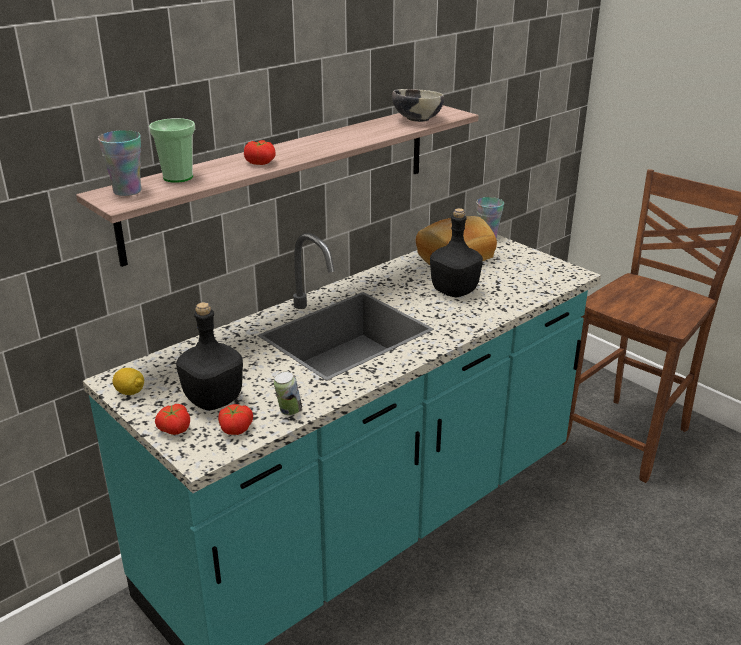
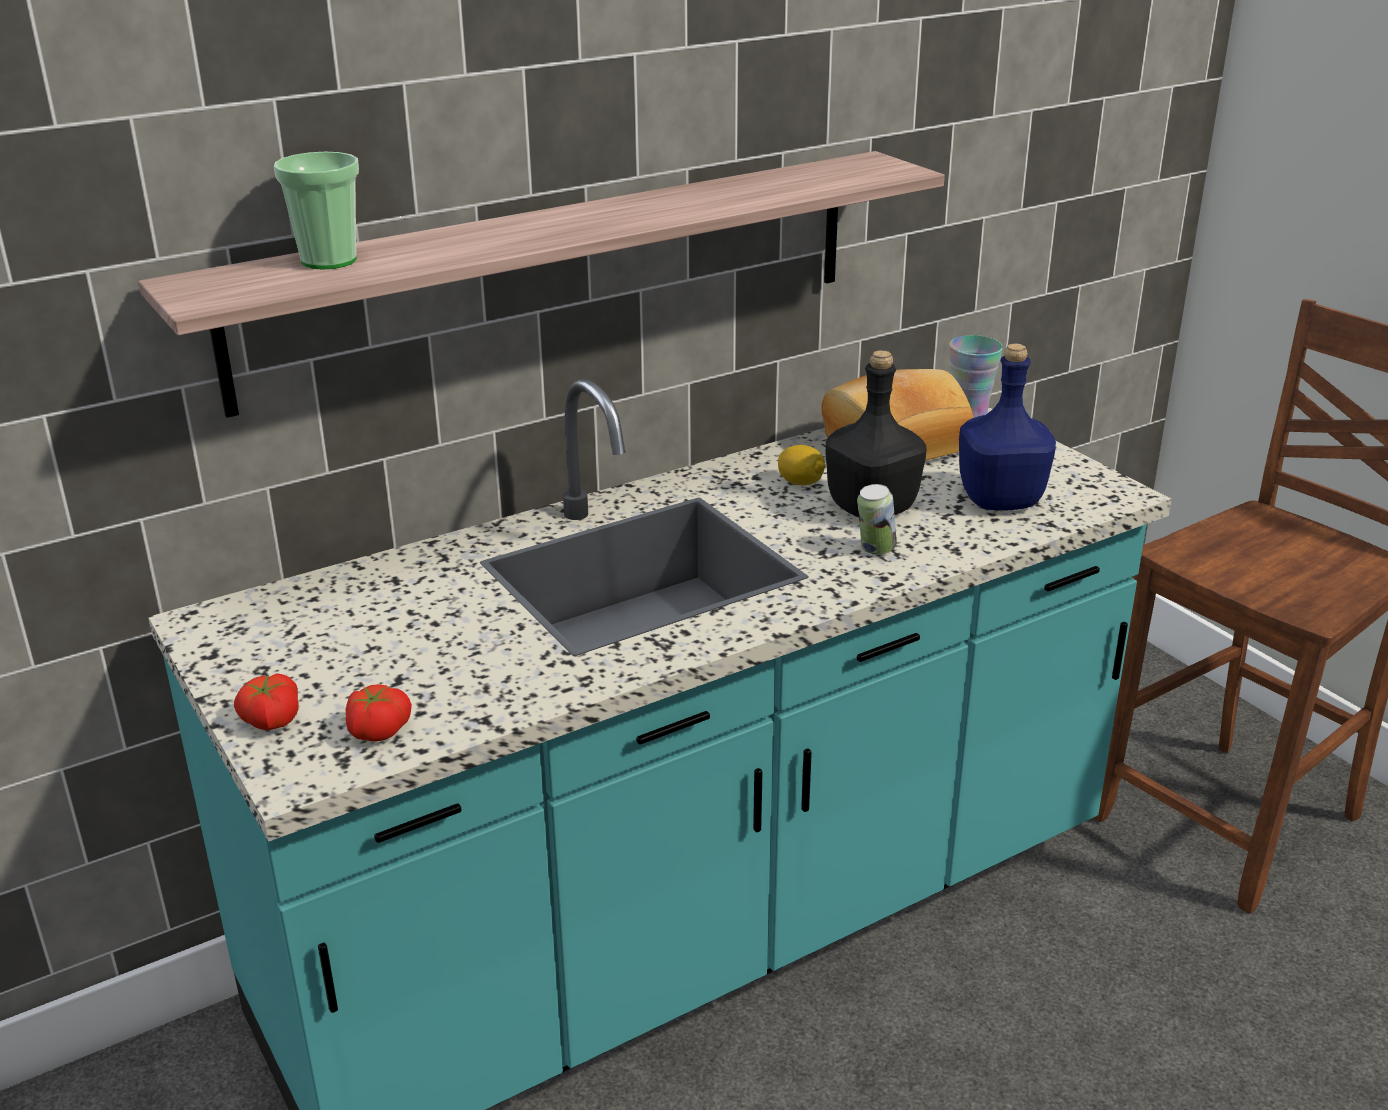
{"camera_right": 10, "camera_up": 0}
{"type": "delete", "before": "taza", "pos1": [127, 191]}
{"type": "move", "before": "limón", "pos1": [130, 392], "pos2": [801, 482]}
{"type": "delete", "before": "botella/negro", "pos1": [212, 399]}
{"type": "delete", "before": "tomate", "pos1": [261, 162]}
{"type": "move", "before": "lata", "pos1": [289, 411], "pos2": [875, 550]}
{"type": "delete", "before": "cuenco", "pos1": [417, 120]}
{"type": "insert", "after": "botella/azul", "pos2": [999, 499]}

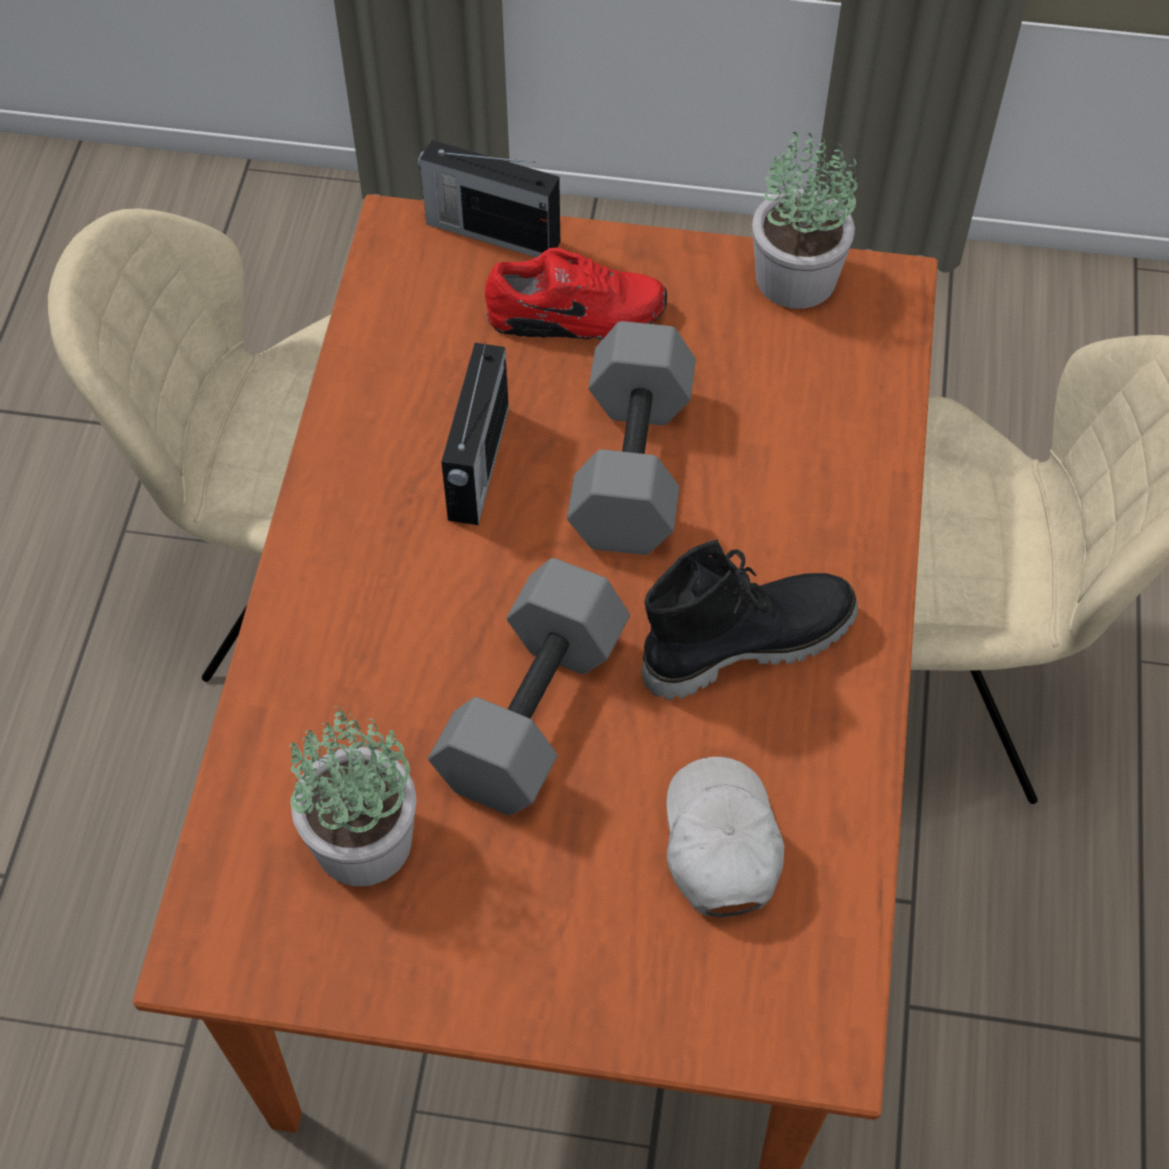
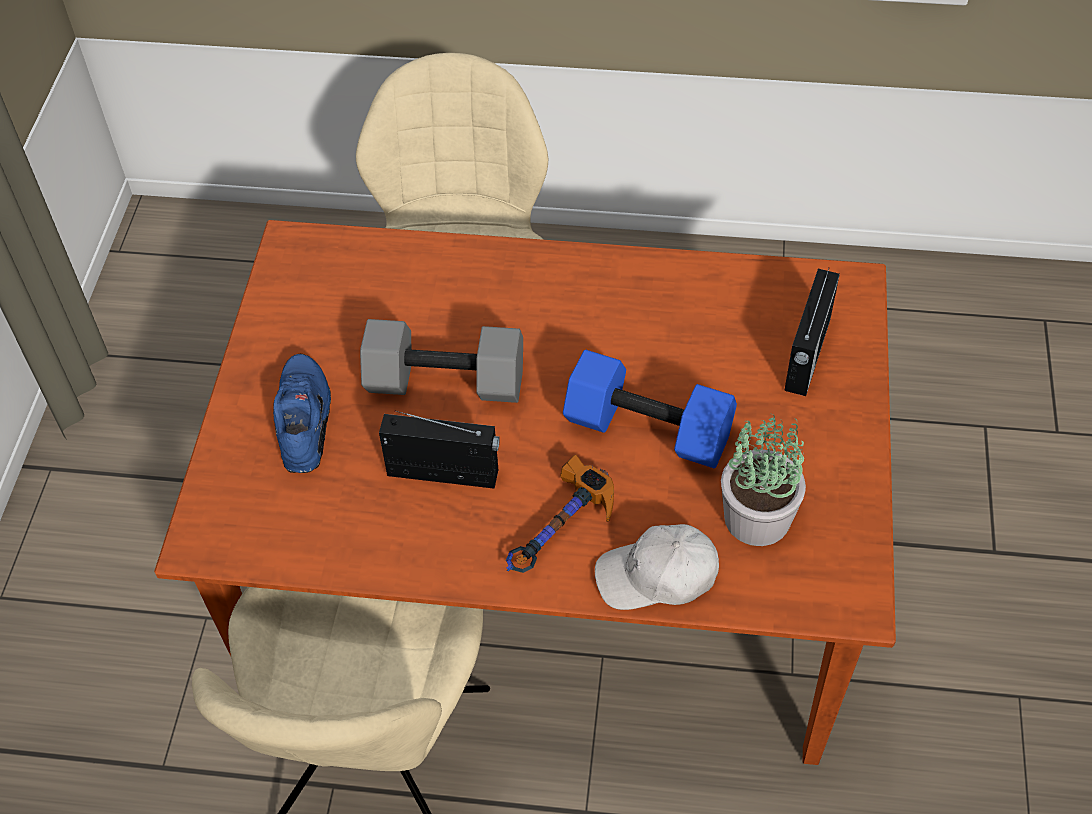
{"camera_right": -90, "camera_up": -5}
{"type": "move", "before": "radio", "pos1": [490, 231], "pos2": [806, 356]}
{"type": "recolor", "before": "mancuerna/gris", "after": "mancuerna/azul", "pos1": [530, 707], "pos2": [646, 431]}
{"type": "recolor", "before": "zapato/rojo", "after": "zapato/azul", "pos1": [576, 317], "pos2": [306, 419]}
{"type": "delete", "before": "bota/negro", "pos1": [746, 642]}
{"type": "move", "before": "gorra/blanco", "pos1": [721, 844], "pos2": [657, 576]}
{"type": "delete", "before": "planta en maceta", "pos1": [795, 279]}
{"type": "insert", "after": "martillo", "pos2": [559, 533]}

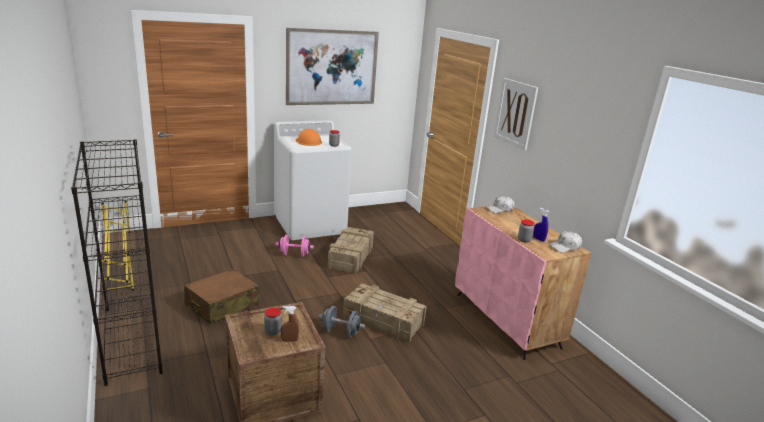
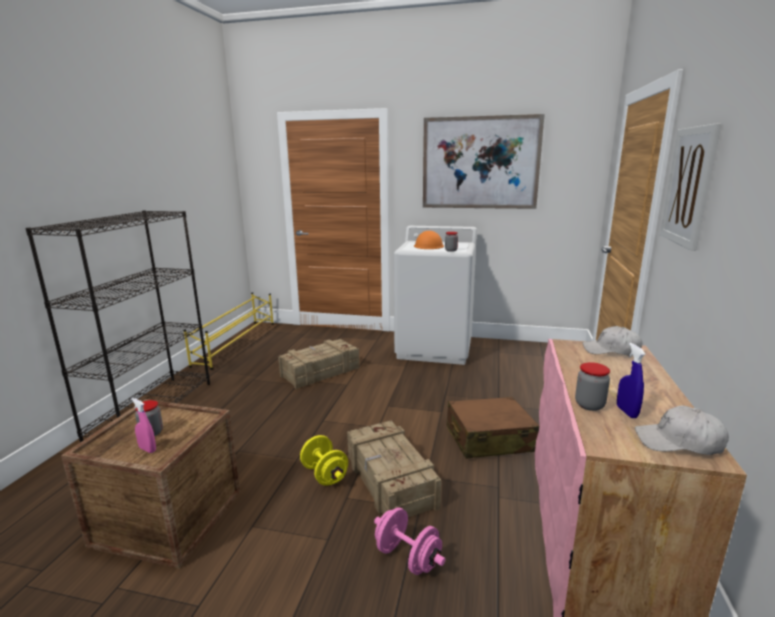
{"camera_right": 40, "camera_up": -5}
{"type": "move", "before": "maleta/marrón", "pos1": [222, 305], "pos2": [489, 439]}
{"type": "move", "before": "mancuerna/rosa", "pos1": [294, 254], "pos2": [407, 557]}
{"type": "recolor", "before": "pulverizador/marrón", "after": "pulverizador/rosa", "pos1": [289, 340], "pos2": [147, 449]}
{"type": "recolor", "before": "mancuerna/gris", "after": "mancuerna/amarillo", "pos1": [341, 332], "pos2": [324, 474]}
{"type": "move", "before": "caja de embalaje", "pos1": [350, 257], "pos2": [319, 372]}

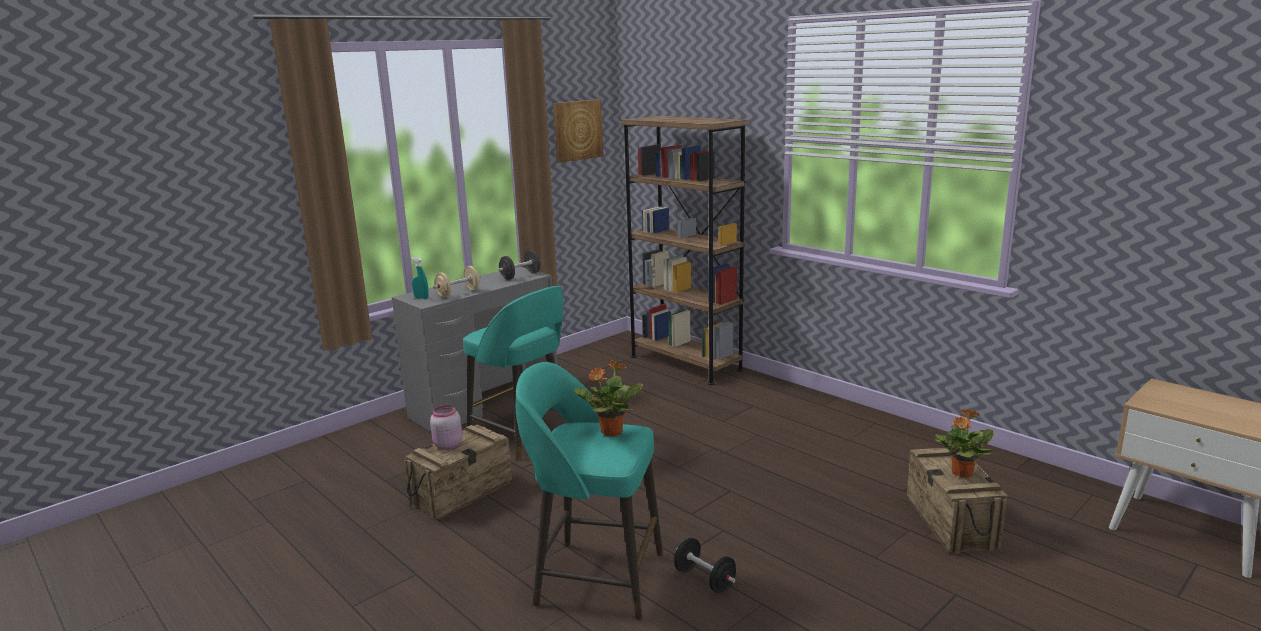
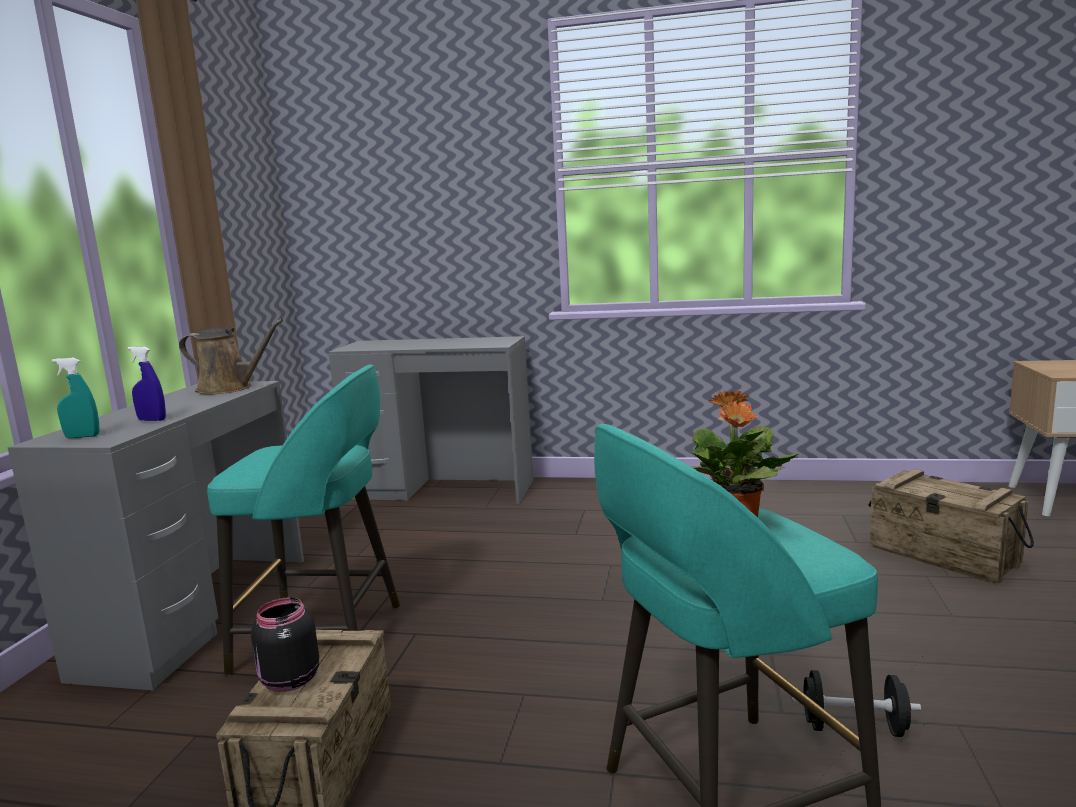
{"camera_right": -35, "camera_up": -5}
{"type": "recolor", "before": "tarro/rosa", "after": "tarro/negro", "pos1": [447, 445], "pos2": [288, 681]}
{"type": "replace", "before": "mancuerna/beis", "after": "pulverizador/azul", "pos1": [458, 293], "pos2": [152, 420]}
{"type": "replace", "before": "mancuerna/negro", "after": "regadera/marrón", "pos1": [520, 276], "pos2": [229, 388]}
{"type": "delete", "before": "cuadro", "pos1": [577, 130]}
{"type": "replace", "before": "estantería/marrón", "after": "escritorio/gris", "pos1": [685, 363], "pos2": [442, 490]}
{"type": "delete", "before": "planta en maceta", "pos1": [961, 473]}

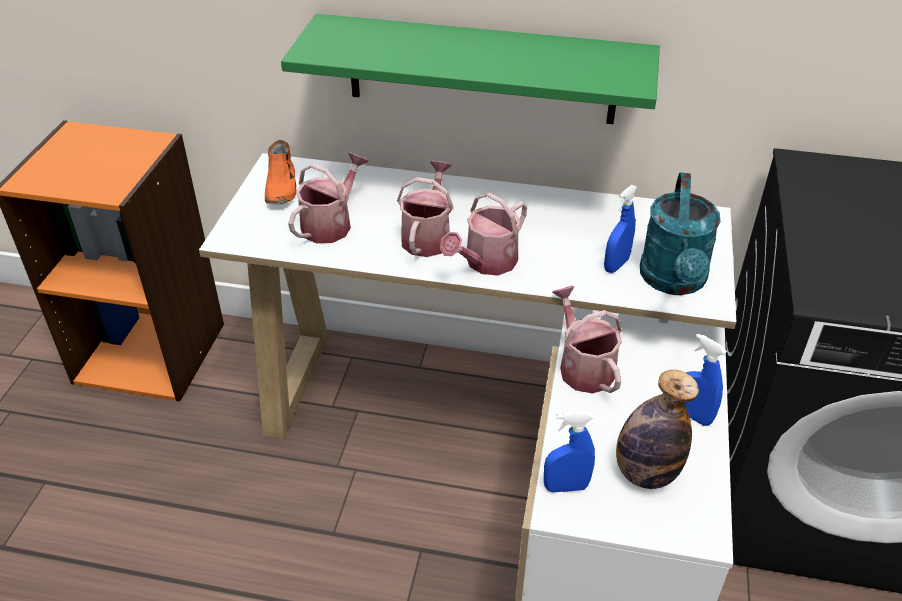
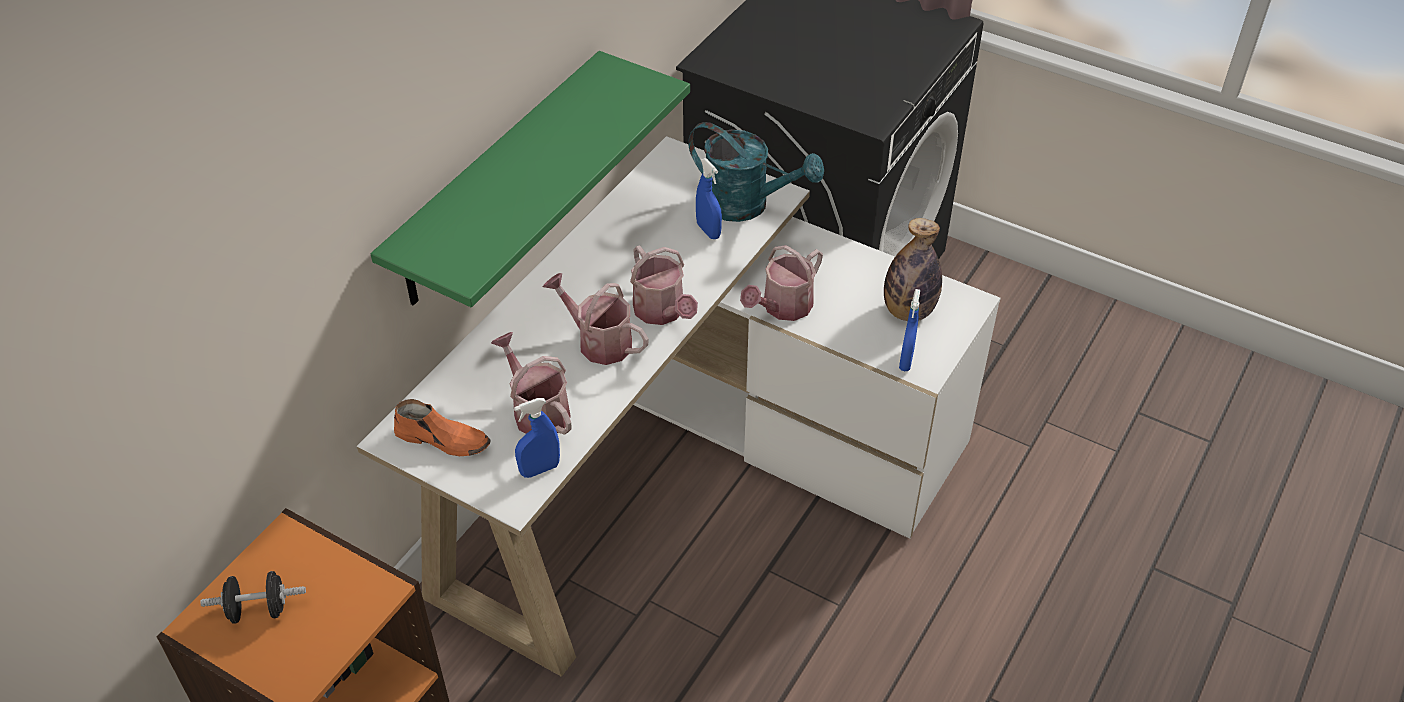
{"camera_right": -70, "camera_up": 5}
{"type": "rotate", "before": "regadera", "pos1": [583, 366], "pos2": [782, 308], "turn": -45}
{"type": "move", "before": "pulverizador/azul", "pos1": [692, 415], "pos2": [540, 469]}
{"type": "insert", "after": "mancuerna/negro", "pos2": [258, 610]}

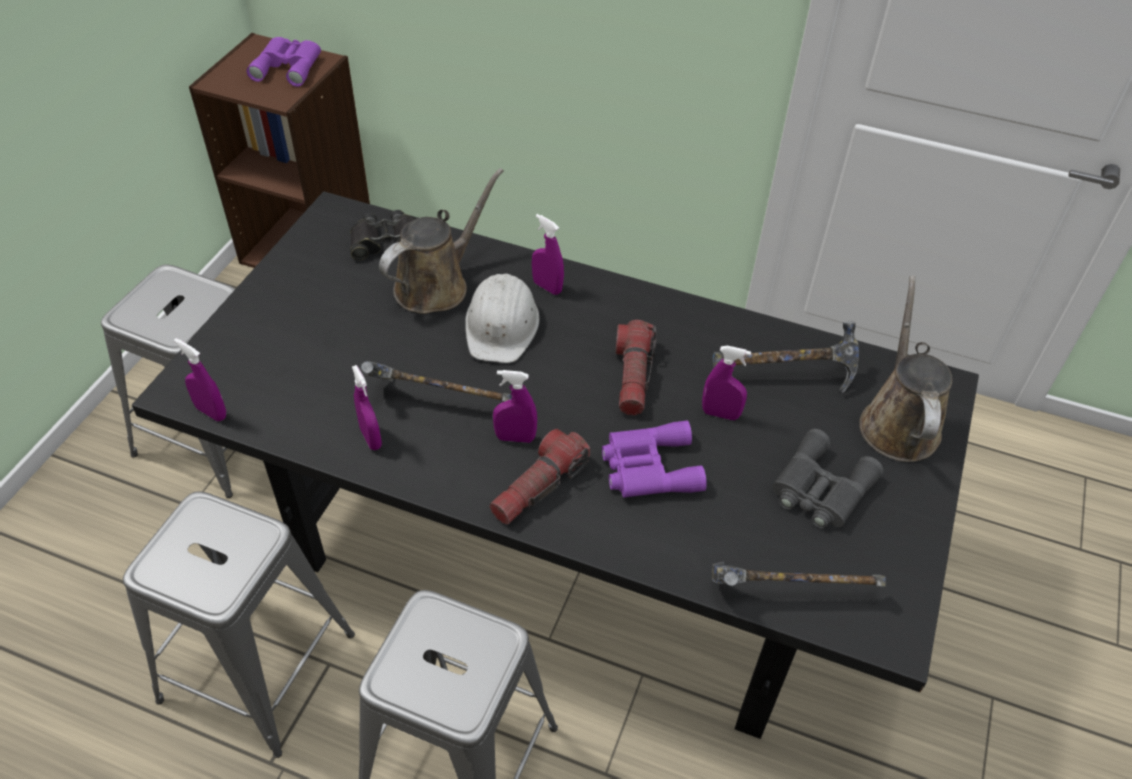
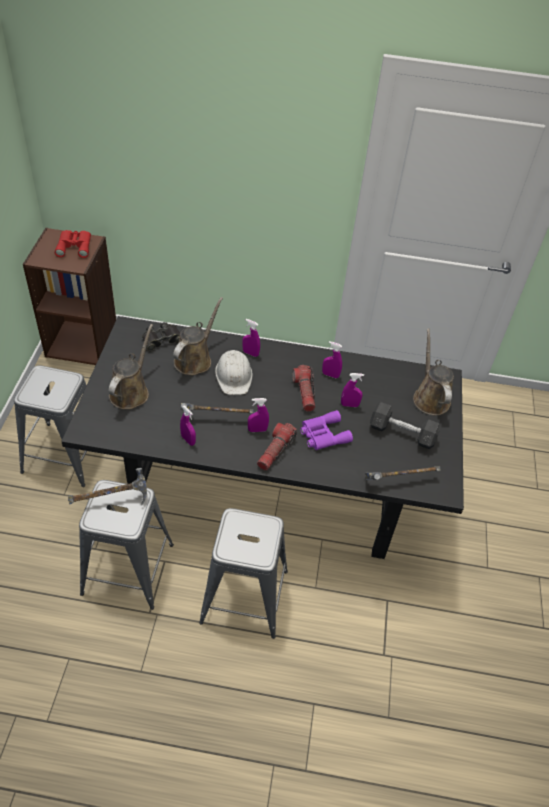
{"camera_right": -15, "camera_up": 0}
{"type": "move", "before": "pulverizador/morado", "pos1": [211, 412], "pos2": [330, 375]}
{"type": "recolor", "before": "prismáticos/morado", "after": "prismáticos/rojo", "pos1": [289, 66], "pos2": [75, 246]}
{"type": "move", "before": "martillo", "pos1": [784, 377], "pos2": [112, 500]}
{"type": "replace", "before": "prismáticos/gris", "after": "mancuerna/gris", "pos1": [820, 489], "pos2": [402, 433]}
{"type": "insert", "after": "regadera/marrón", "pos2": [131, 391]}

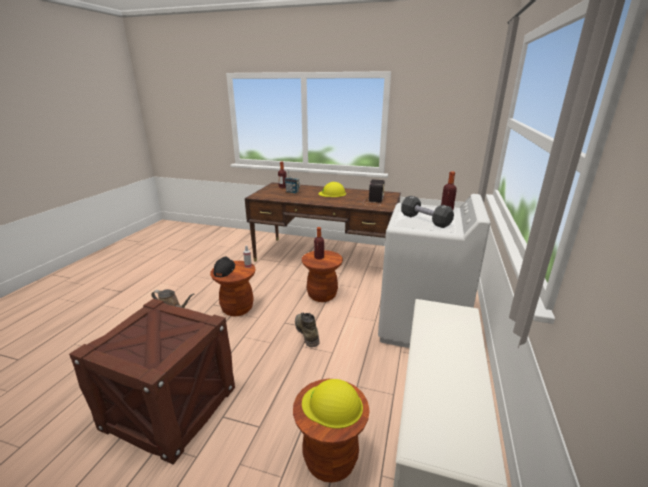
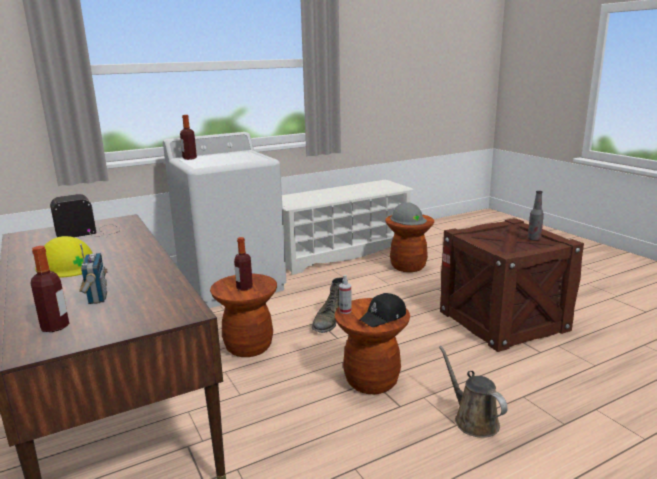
{"camera_right": -135, "camera_up": -5}
{"type": "recolor", "before": "casco/amarillo", "after": "casco/gris", "pos1": [332, 405], "pos2": [408, 219]}
{"type": "delete", "before": "mancuerna/negro", "pos1": [425, 220]}
{"type": "insert", "after": "botella", "pos2": [534, 239]}

